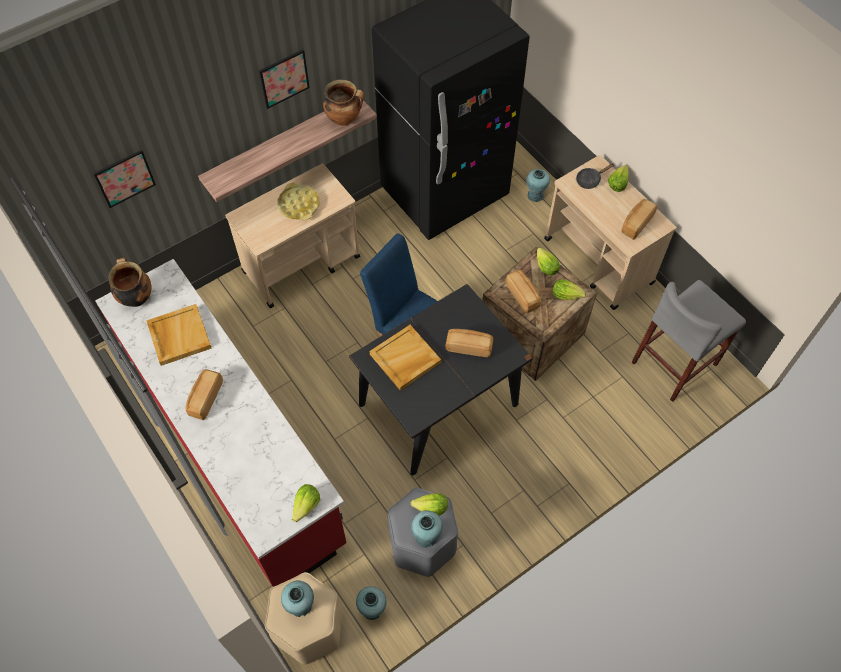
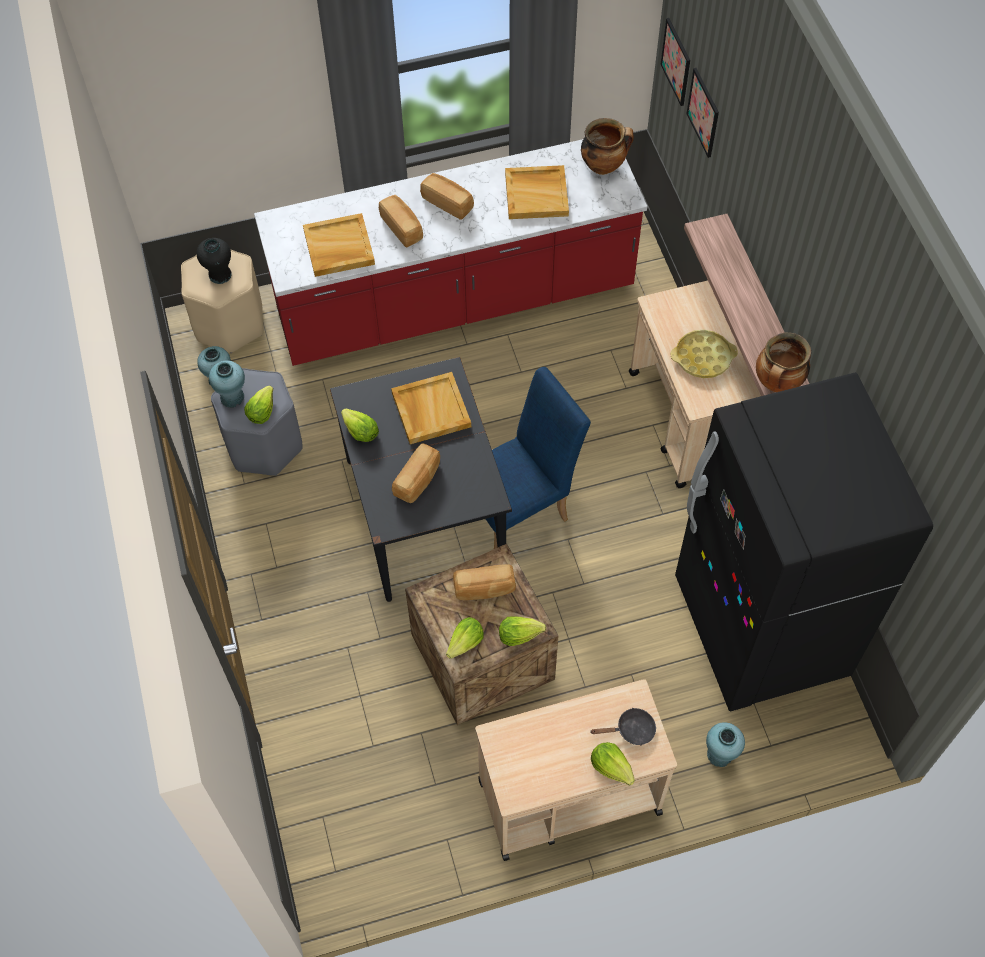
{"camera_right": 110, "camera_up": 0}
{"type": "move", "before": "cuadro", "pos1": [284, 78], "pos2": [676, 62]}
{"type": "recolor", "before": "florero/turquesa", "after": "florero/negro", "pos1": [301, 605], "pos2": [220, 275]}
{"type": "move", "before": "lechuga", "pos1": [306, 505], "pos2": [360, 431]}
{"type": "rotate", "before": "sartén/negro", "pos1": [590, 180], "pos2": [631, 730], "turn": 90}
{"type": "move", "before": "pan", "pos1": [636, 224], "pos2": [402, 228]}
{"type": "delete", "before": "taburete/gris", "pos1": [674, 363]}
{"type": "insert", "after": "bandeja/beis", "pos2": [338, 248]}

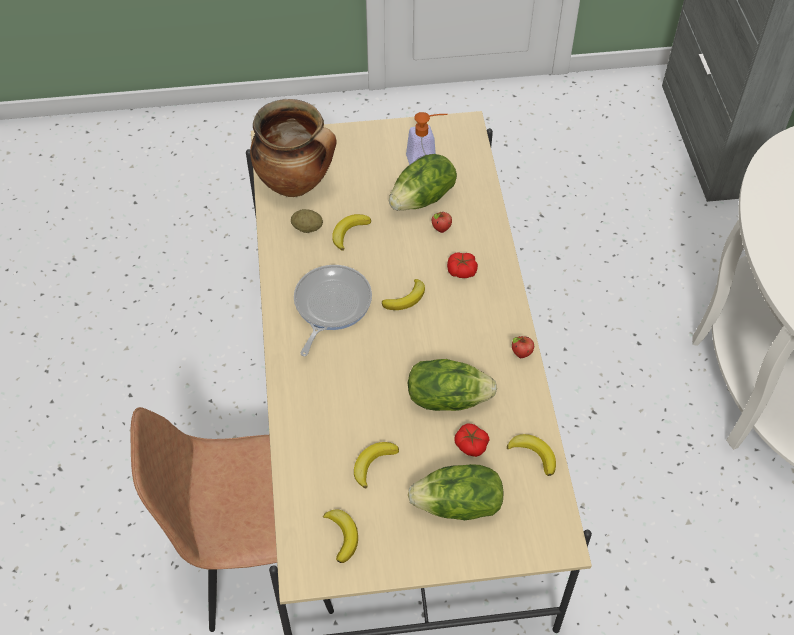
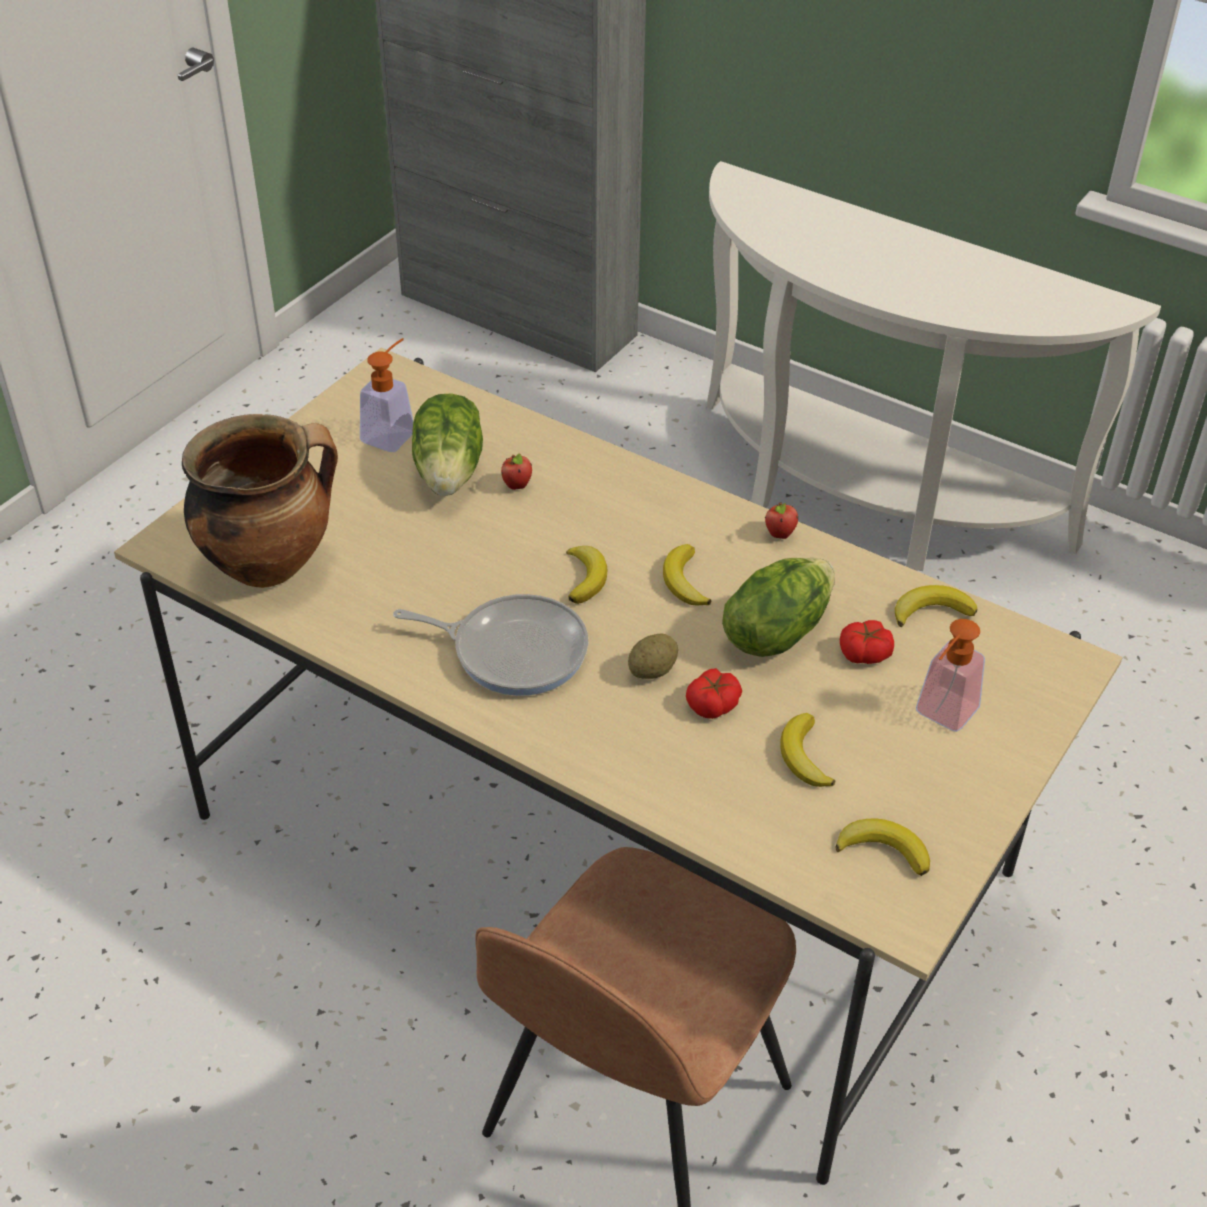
{"camera_right": -50, "camera_up": -10}
{"type": "move", "before": "patata", "pos1": [307, 228], "pos2": [652, 670]}
{"type": "rotate", "before": "sartén", "pos1": [330, 305], "pos2": [513, 650], "turn": 135}
{"type": "move", "before": "plátano", "pos1": [349, 232], "pos2": [684, 581]}
{"type": "replace", "before": "lechuga", "after": "dispensador de jabón", "pos1": [458, 506], "pos2": [941, 716]}
{"type": "move", "before": "tomate", "pos1": [462, 271], "pos2": [713, 704]}

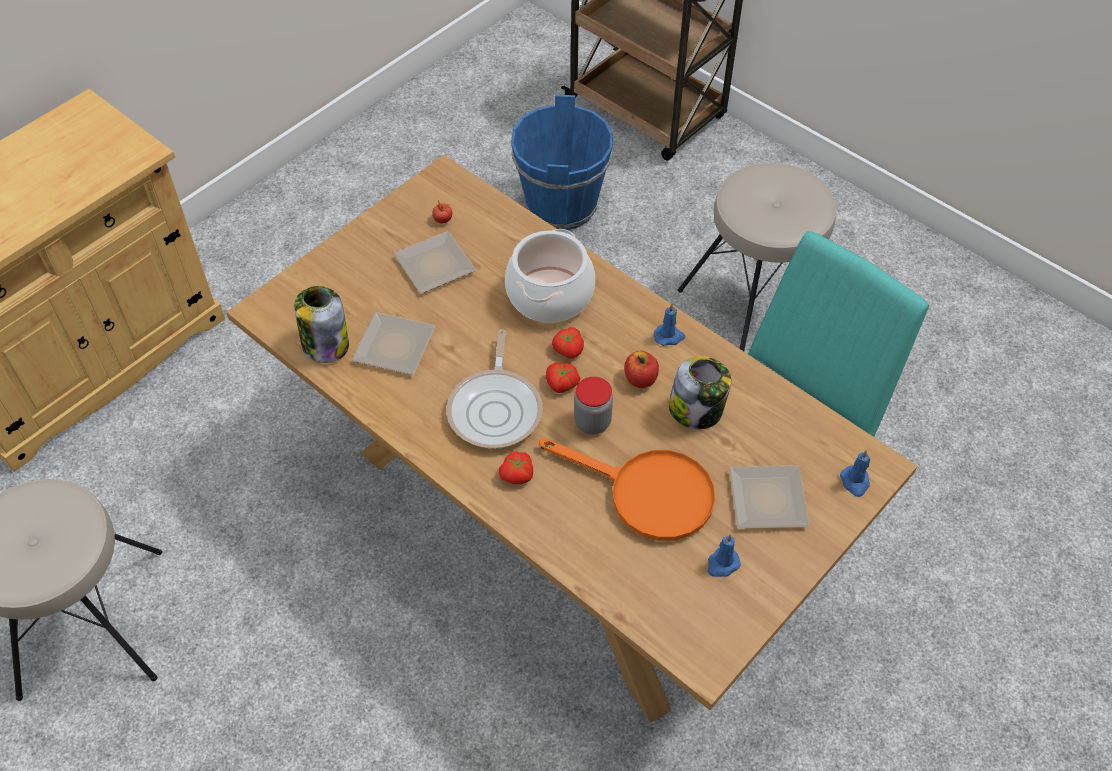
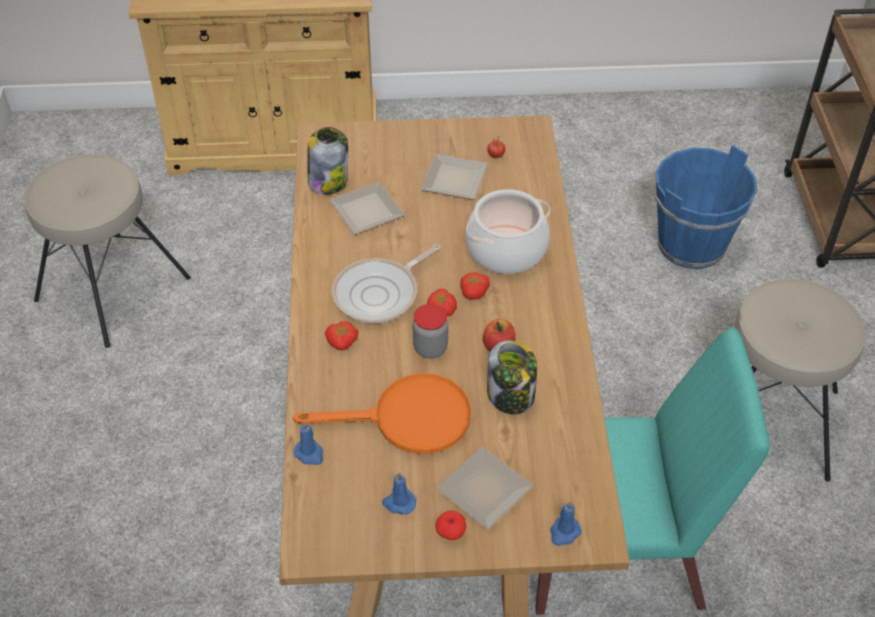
{"camera_right": 45, "camera_up": -5}
{"type": "rotate", "before": "sartén/naranja", "pos1": [647, 493], "pos2": [408, 419], "turn": -75}
{"type": "move", "before": "vela/azul", "pos1": [669, 336], "pos2": [309, 454]}
{"type": "insert", "after": "manzana", "pos2": [450, 533]}

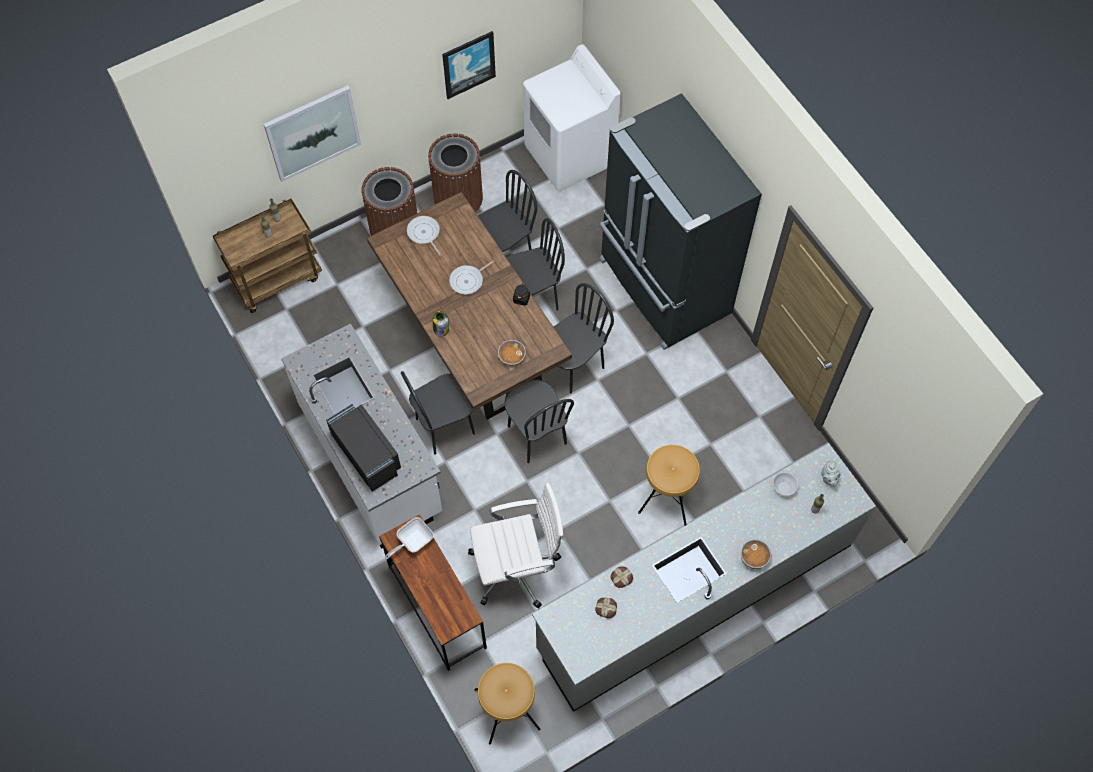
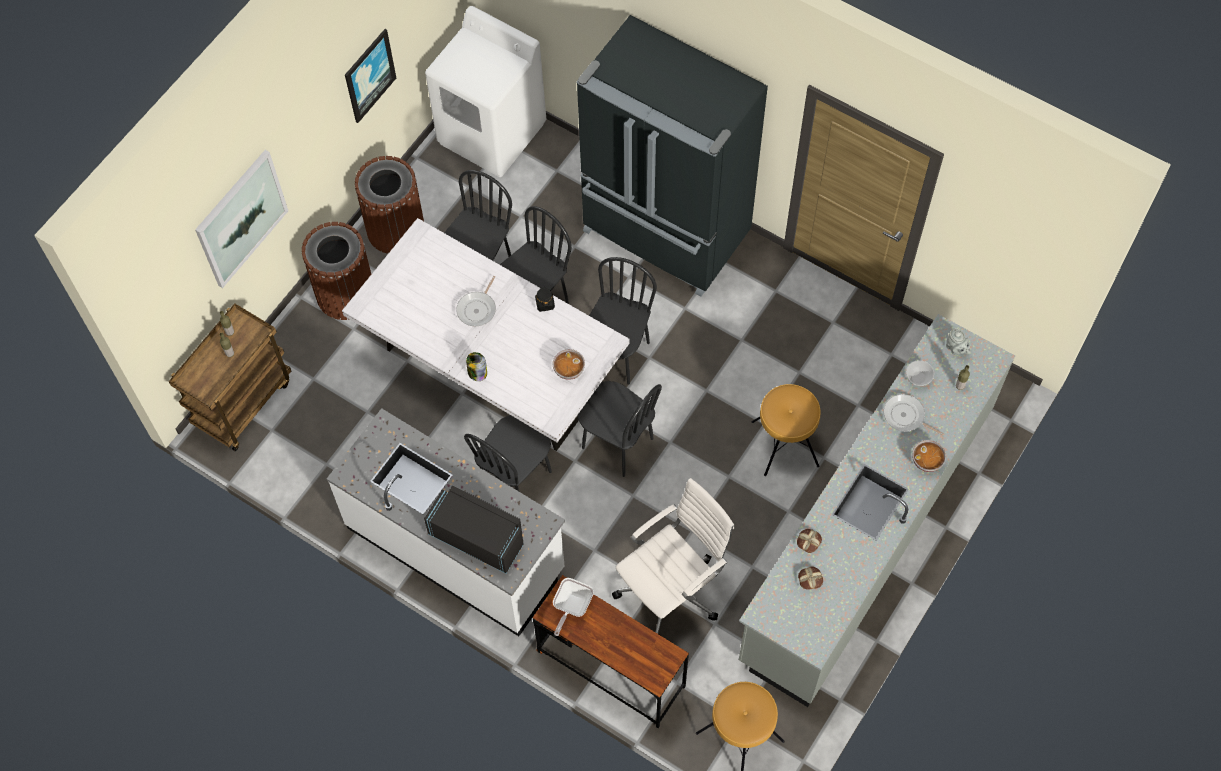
{"camera_right": -25, "camera_up": 0}
{"type": "recolor", "before": "mesa de comedor/marrón", "after": "mesa de comedor/blanco", "pos1": [472, 337], "pos2": [493, 372]}
{"type": "move", "before": "sartén", "pos1": [424, 234], "pos2": [906, 416]}

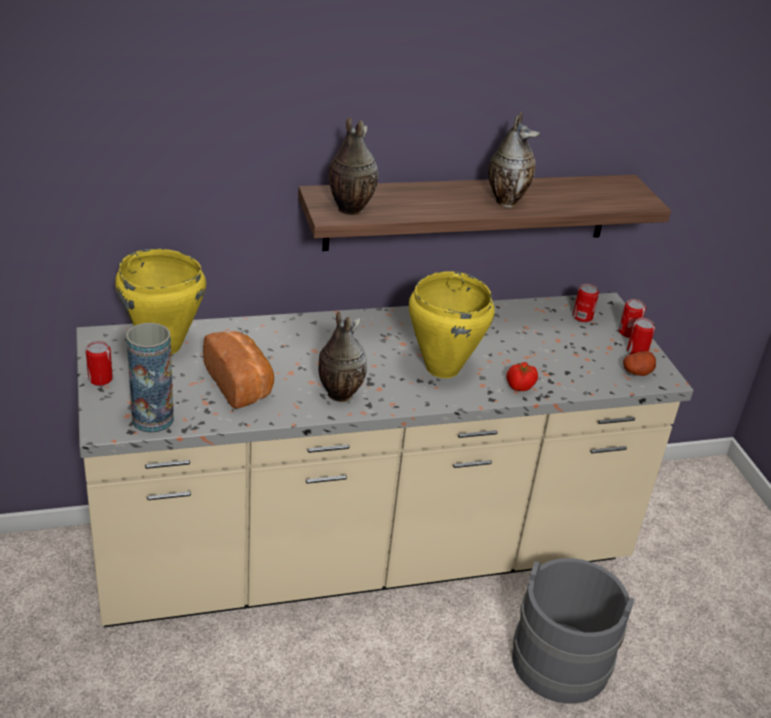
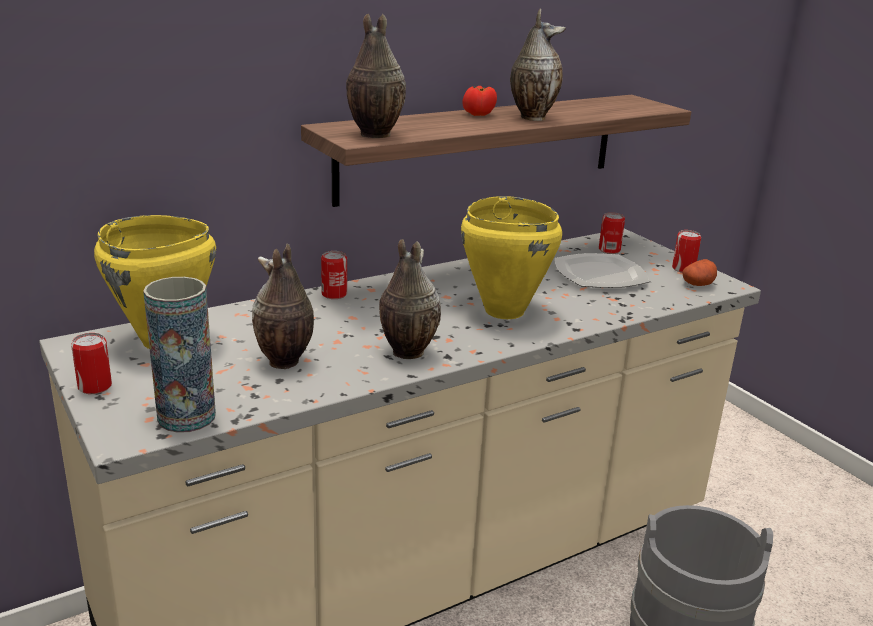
{"camera_right": -15, "camera_up": -10}
{"type": "replace", "before": "pan", "after": "florero", "pos1": [241, 384], "pos2": [283, 362]}
{"type": "move", "before": "tomate", "pos1": [519, 386], "pos2": [478, 114]}
{"type": "move", "before": "lata", "pos1": [628, 332], "pos2": [334, 294]}
{"type": "insert", "after": "plato", "pos2": [599, 275]}

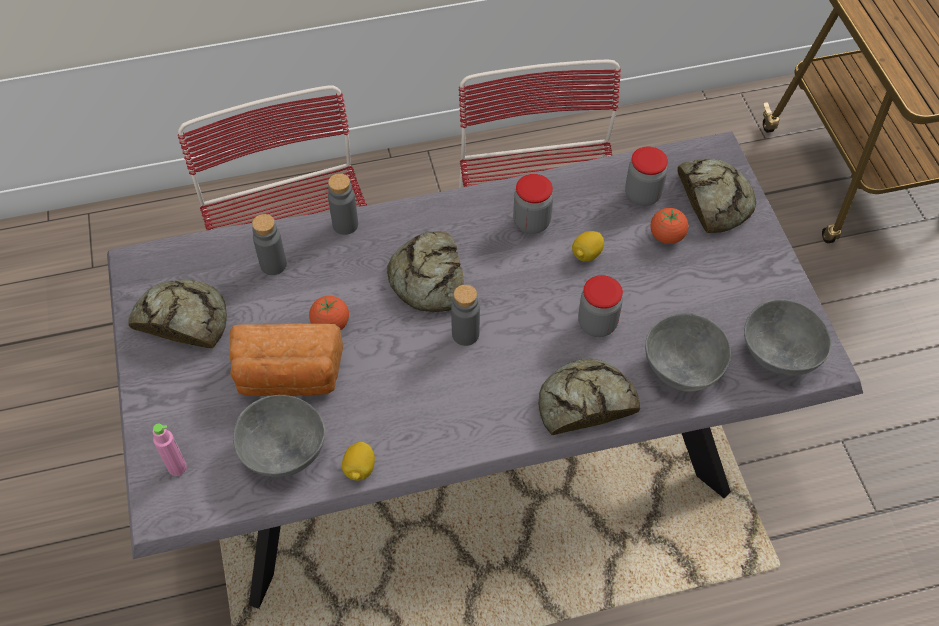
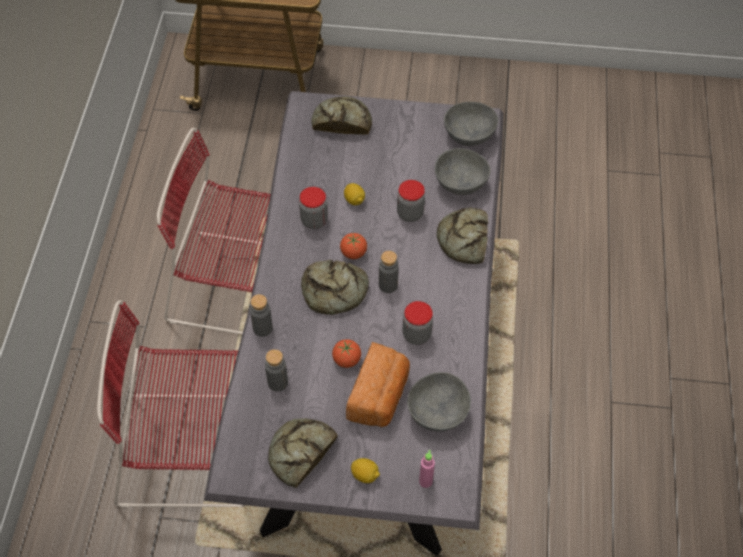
{"camera_right": -70, "camera_up": 0}
{"type": "move", "before": "limón", "pos1": [359, 469], "pos2": [365, 475]}
{"type": "move", "before": "tarro", "pos1": [642, 195], "pos2": [416, 334]}
{"type": "move", "before": "tomate", "pos1": [666, 236], "pos2": [353, 253]}

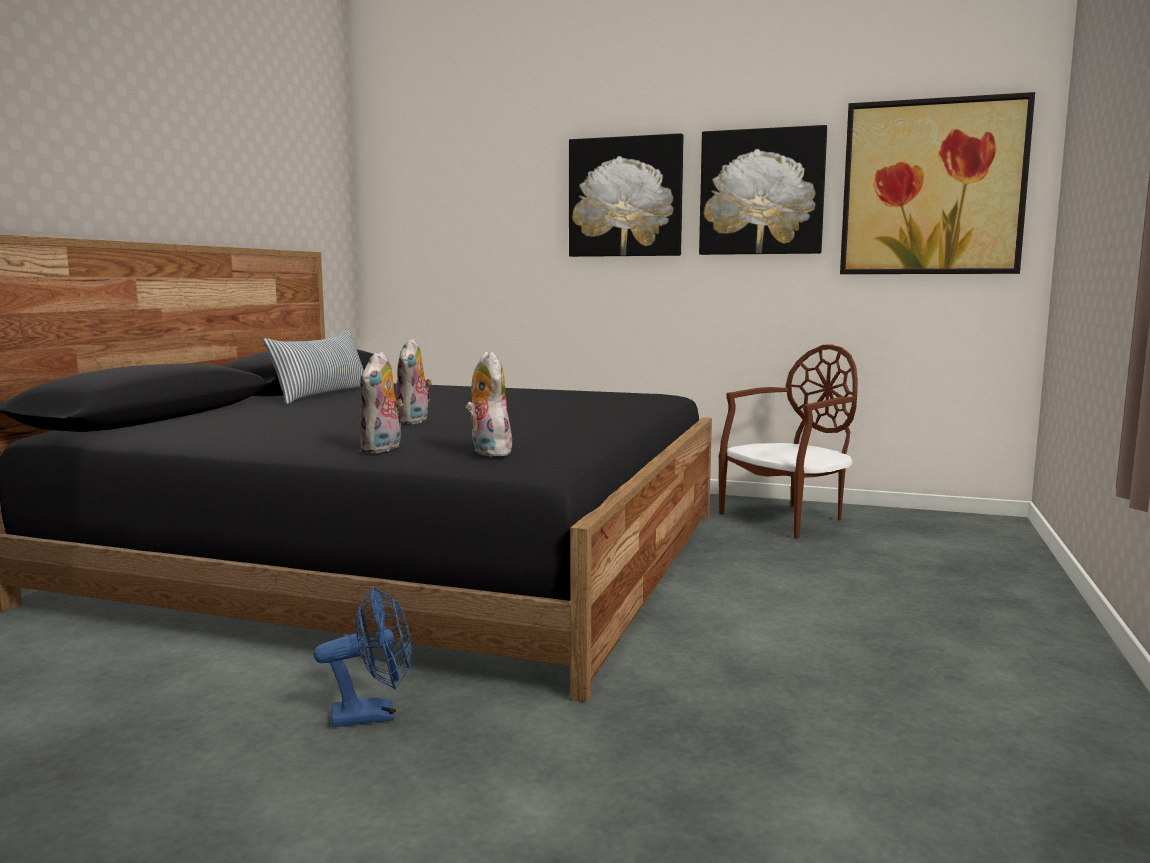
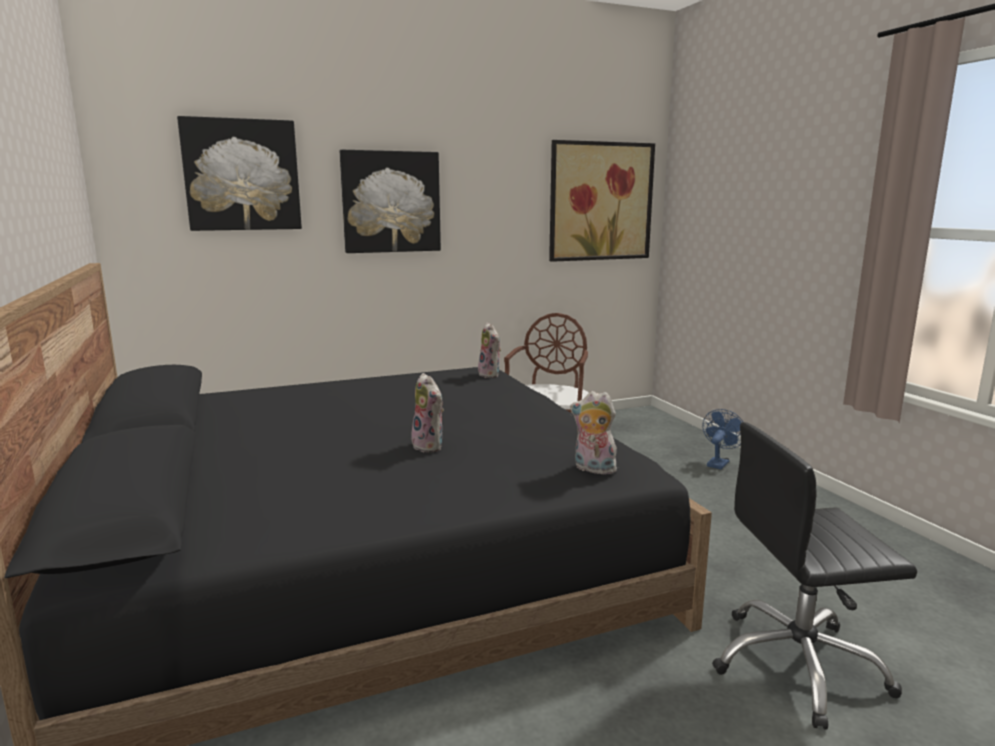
{"camera_right": -40, "camera_up": 5}
{"type": "delete", "before": "cojín", "pos1": [322, 395]}
{"type": "move", "before": "ventilador/azul", "pos1": [374, 715], "pos2": [719, 463]}
{"type": "move", "before": "peluche", "pos1": [382, 449], "pos2": [491, 374]}
{"type": "move", "before": "cuadro", "pos1": [761, 192], "pos2": [242, 175]}
{"type": "insert", "after": "silla de oficina/negro", "pos2": [798, 665]}

